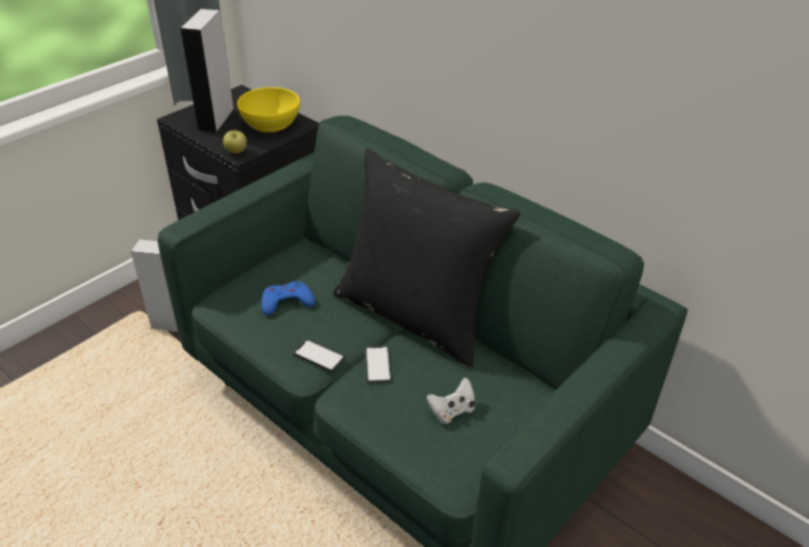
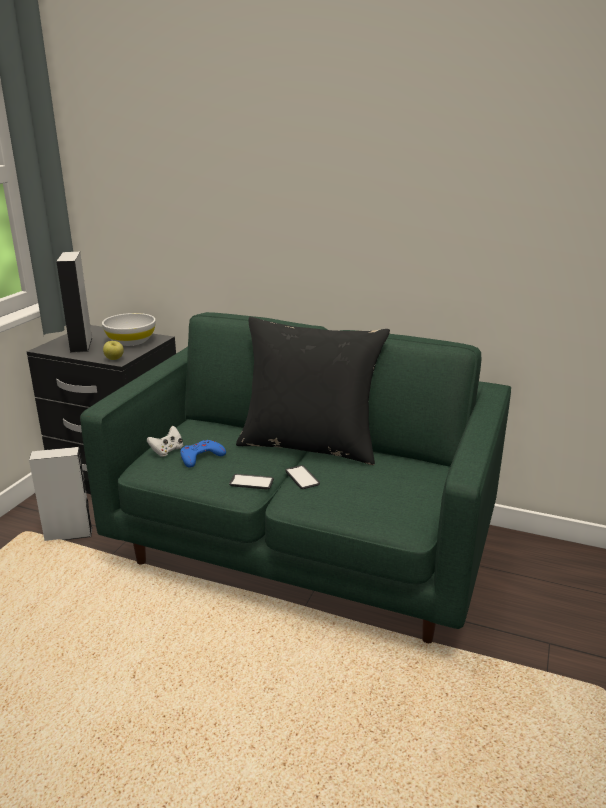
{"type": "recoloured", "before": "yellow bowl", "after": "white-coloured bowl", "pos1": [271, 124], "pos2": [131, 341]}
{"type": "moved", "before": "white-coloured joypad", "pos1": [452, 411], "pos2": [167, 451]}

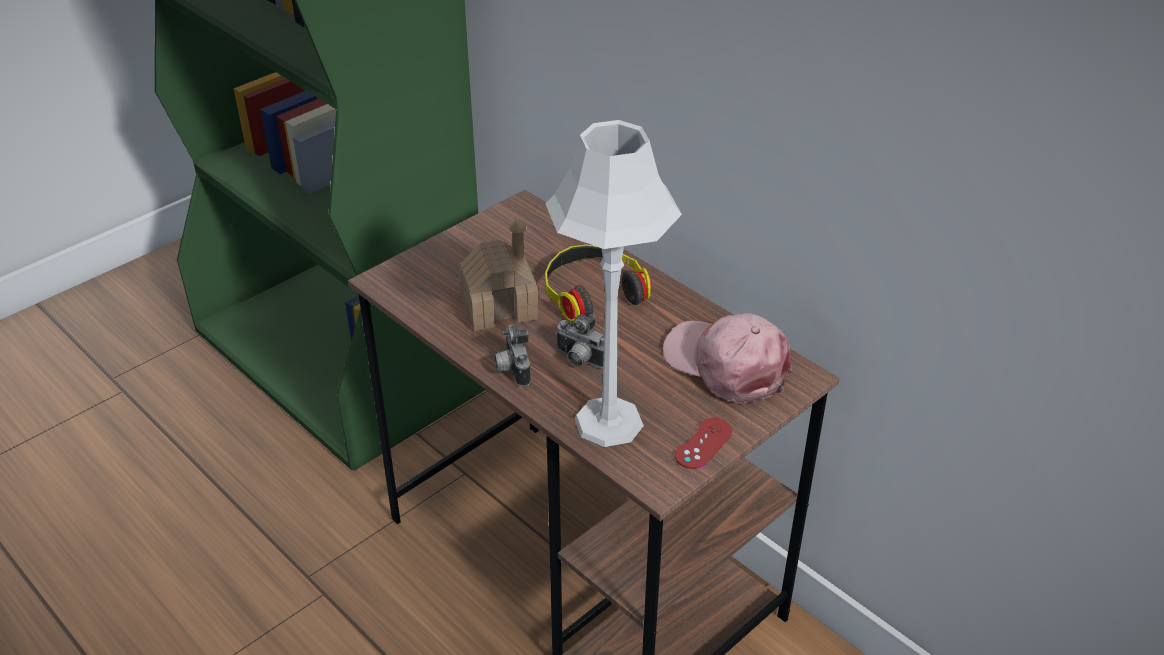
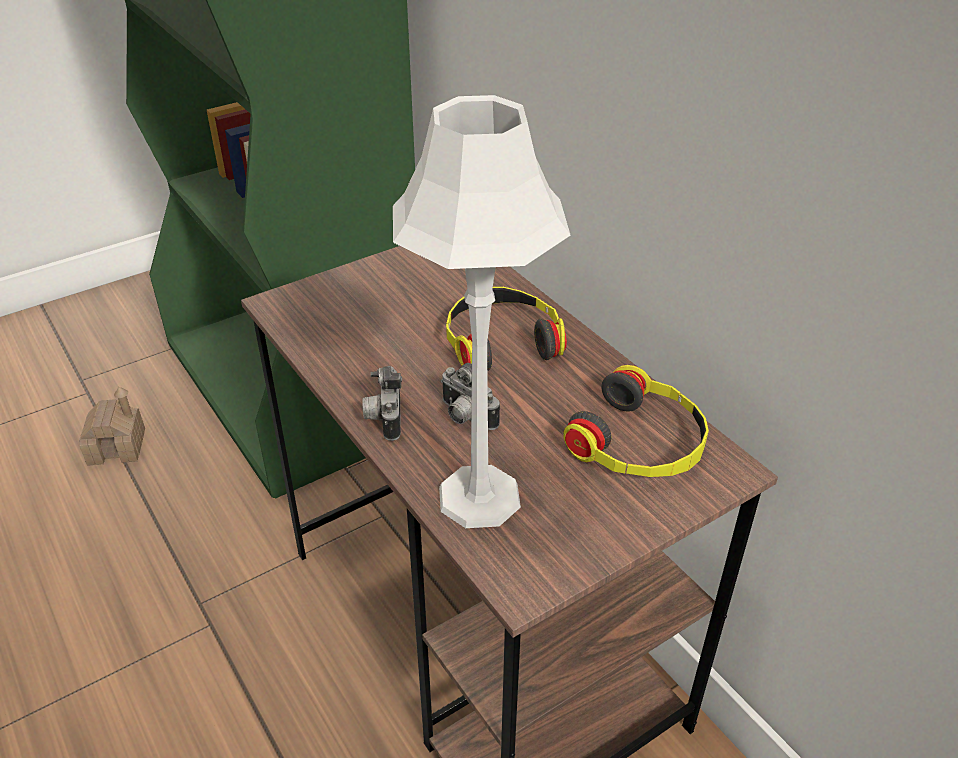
{"type": "moved", "before": "model house", "pos1": [499, 306], "pos2": [117, 446]}
{"type": "replaced", "before": "pink-coloured peaked cap", "after": "headset", "pos1": [727, 364], "pos2": [639, 443]}
{"type": "removed", "before": "reddish joypad", "pos1": [703, 443]}

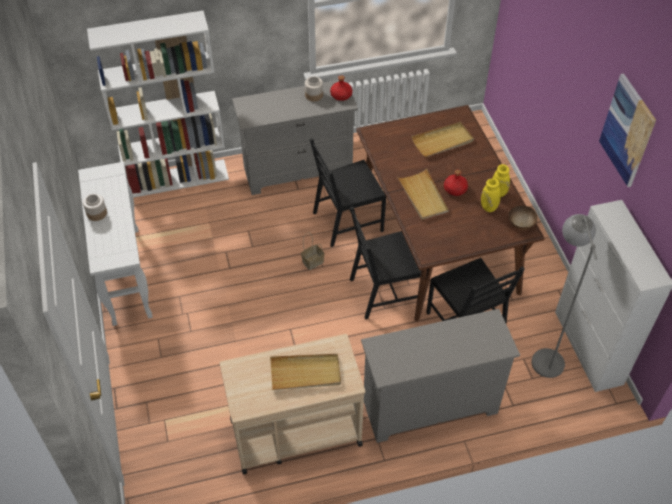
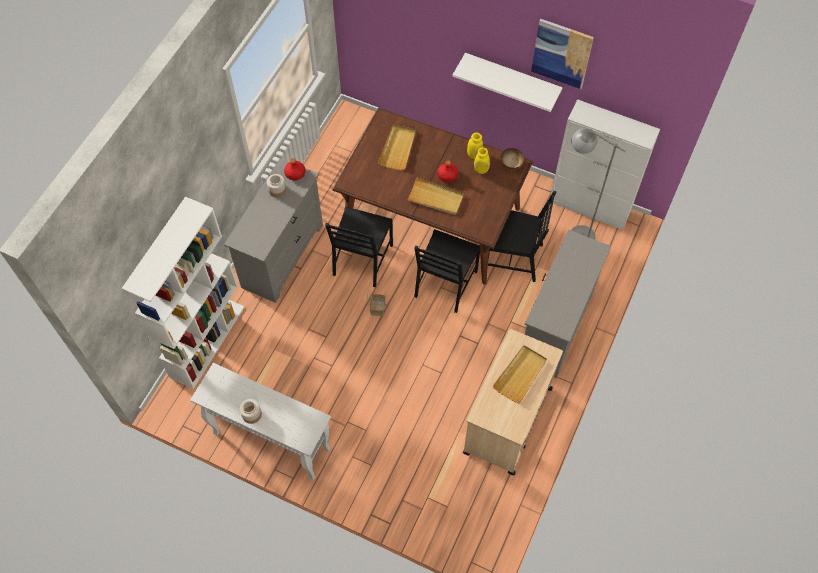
{"type": "added", "after": "white-coloured bracket shelf", "pos2": [512, 78]}

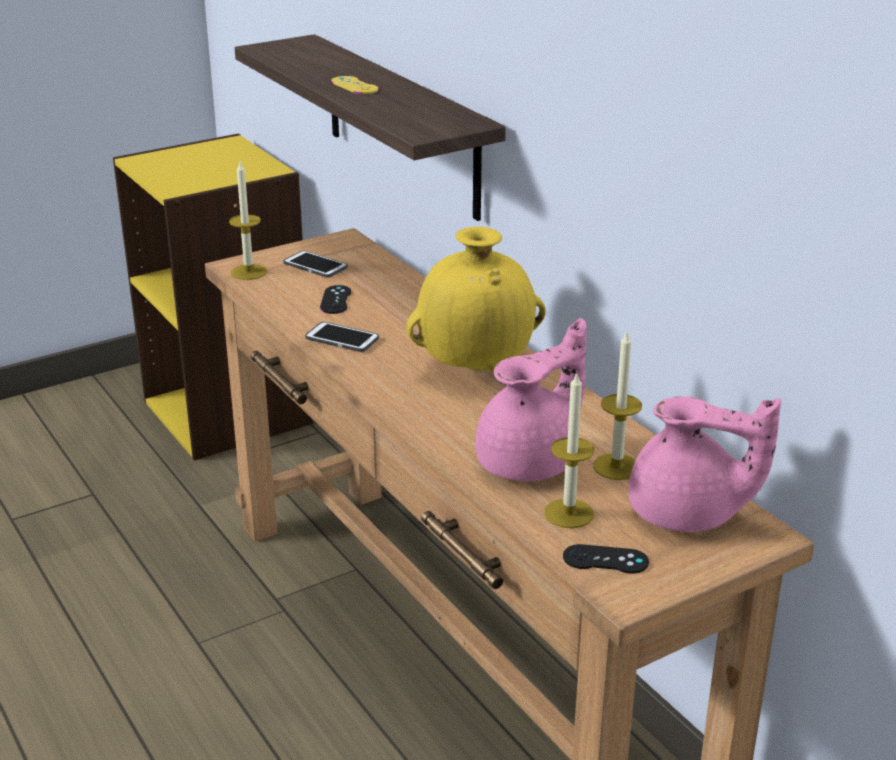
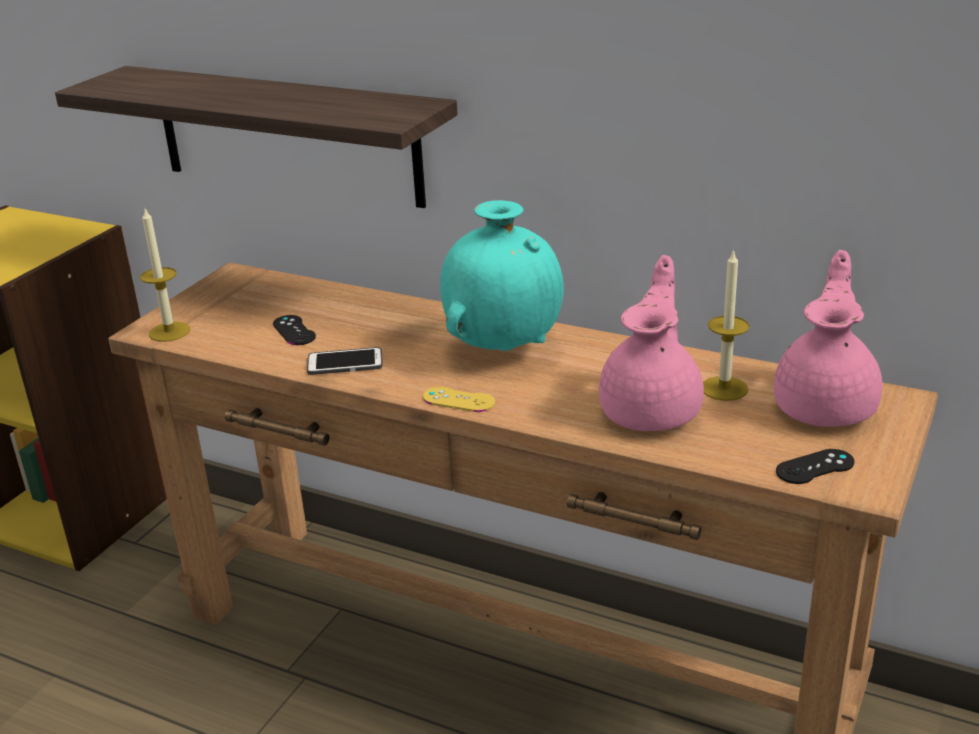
{"type": "removed", "before": "handset", "pos1": [315, 265]}
{"type": "moved", "before": "yellow joypad", "pos1": [354, 86], "pos2": [459, 400]}
{"type": "recoloured", "before": "yellow flower vase", "after": "turquoise flower vase", "pos1": [477, 368], "pos2": [504, 348]}
{"type": "removed", "before": "wax candle", "pos1": [569, 513]}
{"type": "turned", "before": "pink-coloured teapot", "pos1": [687, 515], "pos2": [826, 406], "turn": -60}

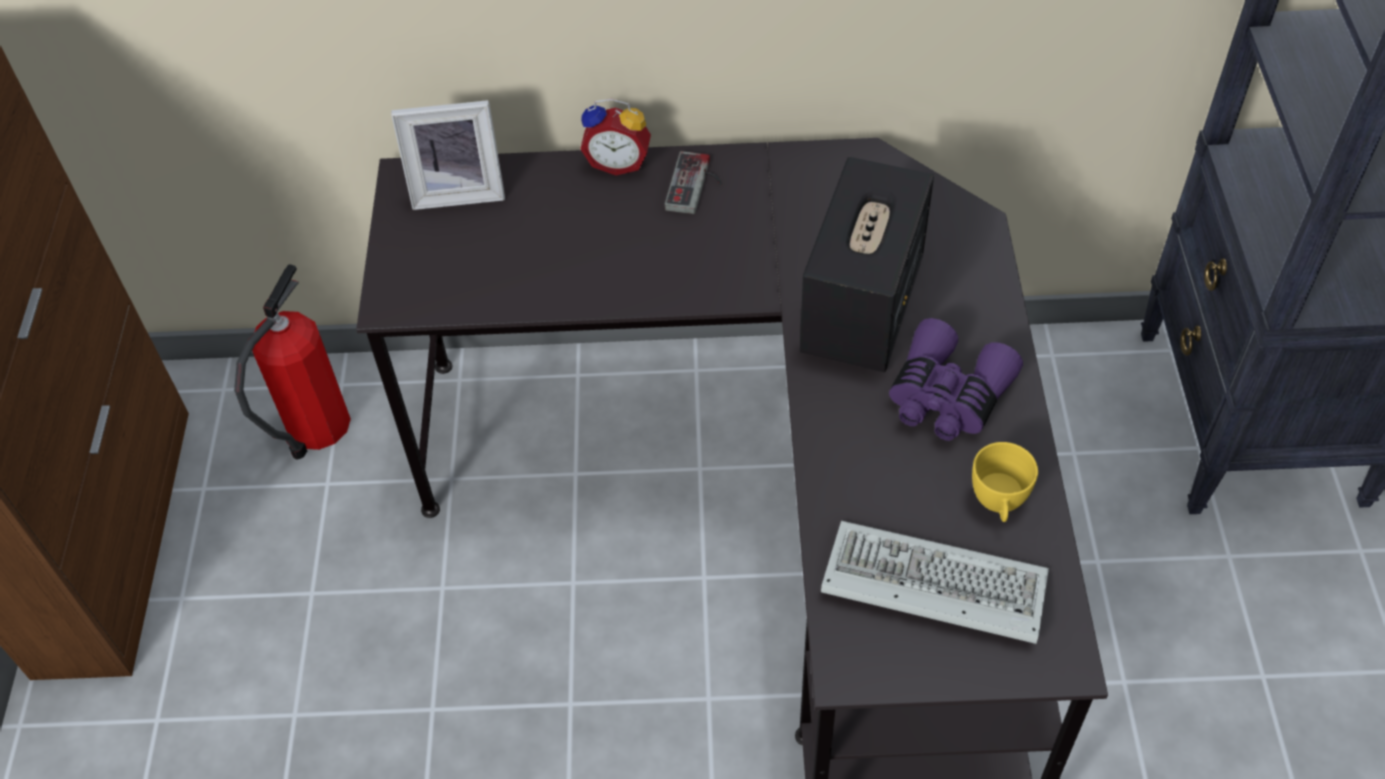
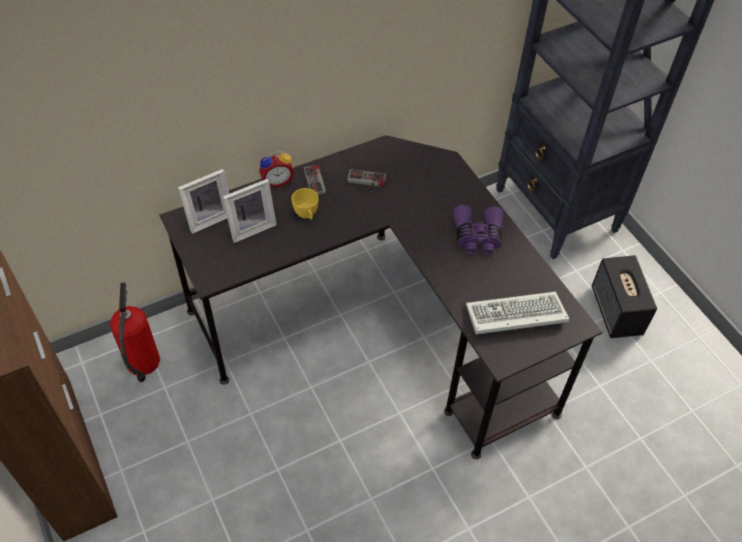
{"type": "moved", "before": "speaker", "pos1": [862, 307], "pos2": [616, 311]}
{"type": "moved", "before": "yellow cup", "pos1": [998, 504], "pos2": [307, 215]}
{"type": "added", "after": "standing frame", "pos2": [251, 227]}
{"type": "added", "after": "joypad", "pos2": [366, 182]}

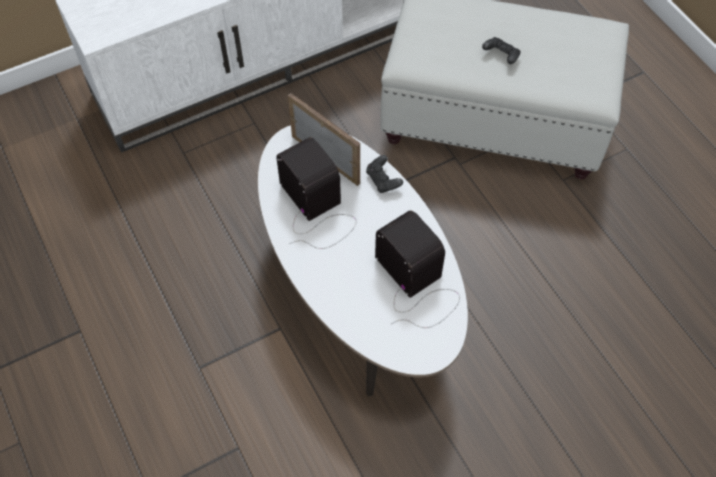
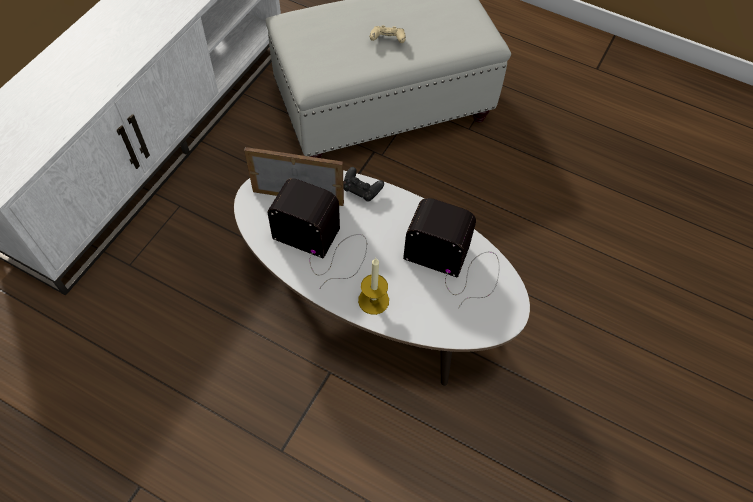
{"type": "recoloured", "before": "blackish joypad", "after": "beige-coloured joypad", "pos1": [501, 56], "pos2": [387, 41]}
{"type": "added", "after": "wax candle", "pos2": [373, 300]}

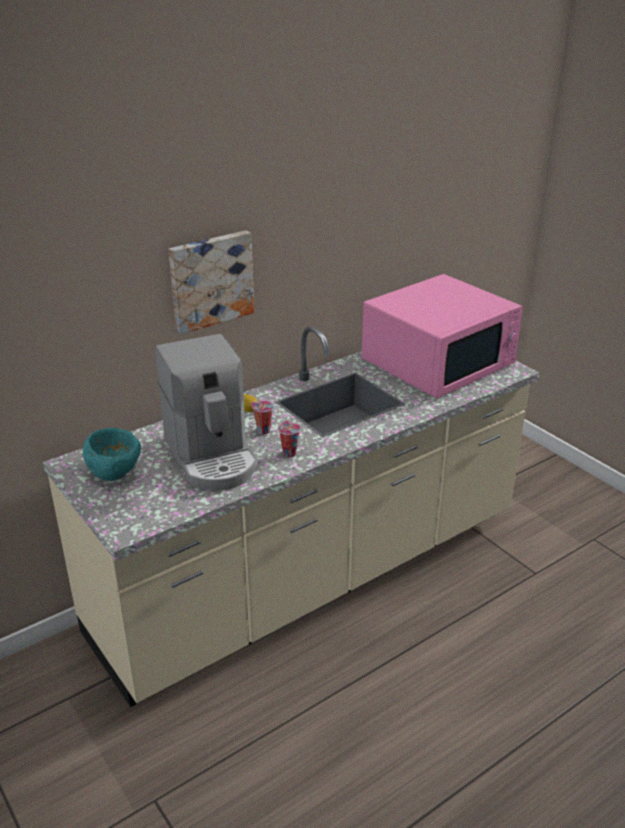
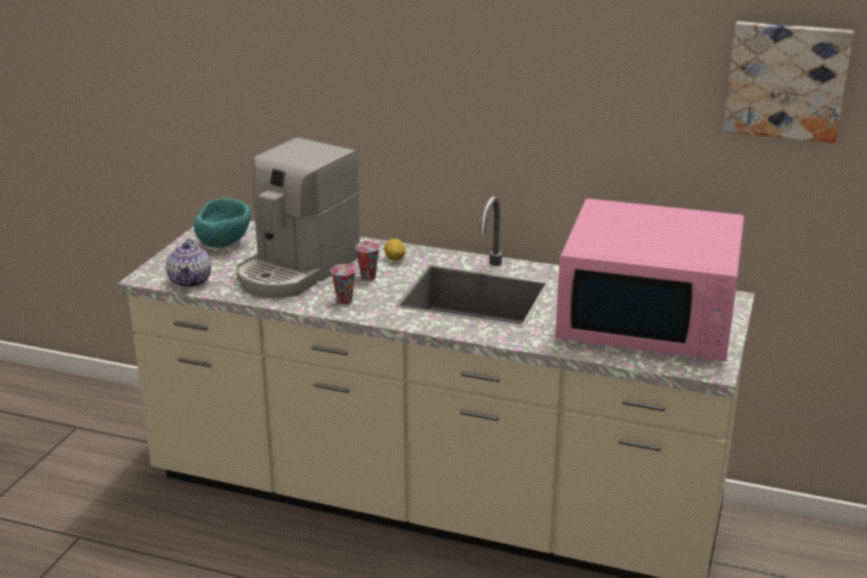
{"type": "moved", "before": "picture", "pos1": [210, 280], "pos2": [786, 80]}
{"type": "added", "after": "teapot", "pos2": [190, 281]}

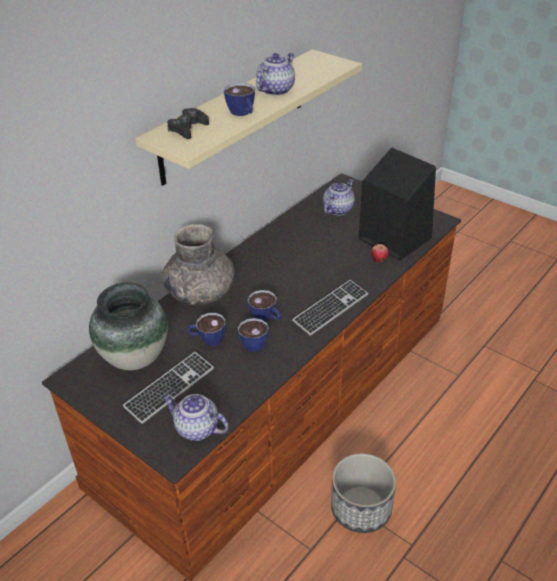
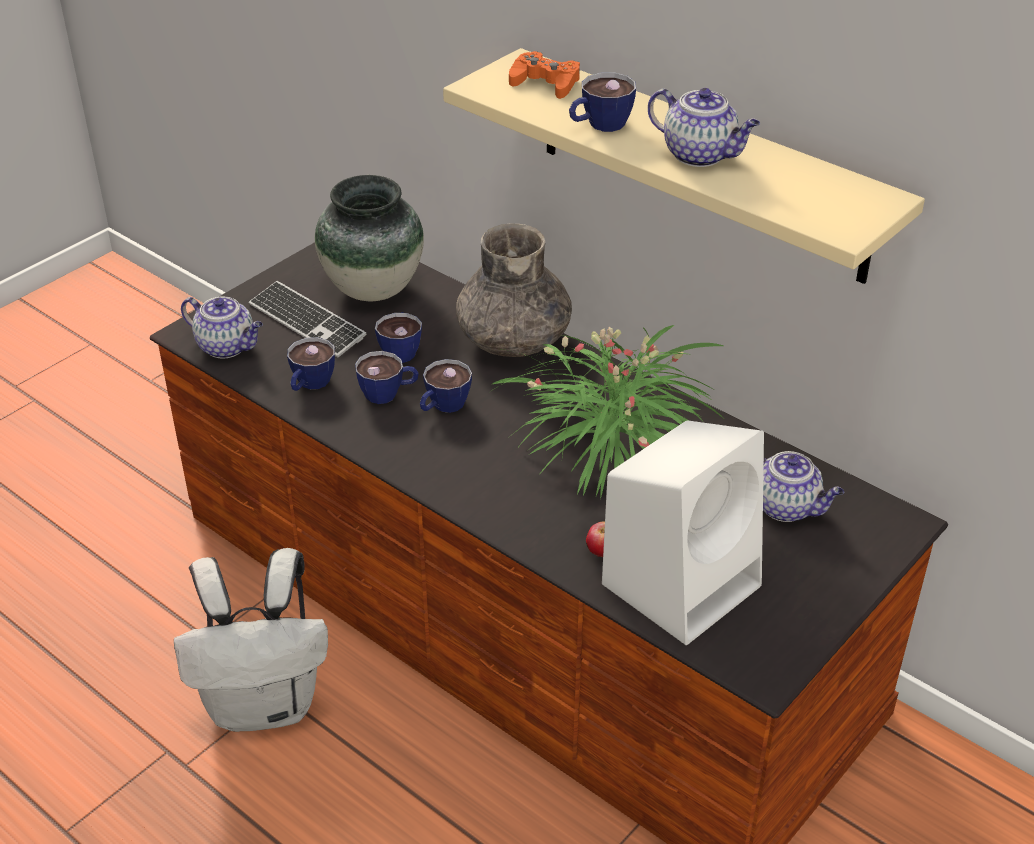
{"type": "turned", "before": "teapot", "pos1": [196, 429], "pos2": [228, 347], "turn": 90}
{"type": "recoloured", "before": "blackish joypad", "after": "orange joypad", "pos1": [188, 128], "pos2": [545, 83]}
{"type": "removed", "before": "computer keyboard", "pos1": [330, 309]}
{"type": "replaced", "before": "planter", "after": "white-coloured knapsack", "pos1": [360, 508], "pos2": [265, 704]}
{"type": "recoloured", "before": "blackish speaker", "after": "white-coloured speaker", "pos1": [393, 238], "pos2": [683, 582]}
{"type": "added", "after": "cup", "pos2": [310, 385]}
{"type": "added", "after": "plant in a pot", "pos2": [611, 449]}

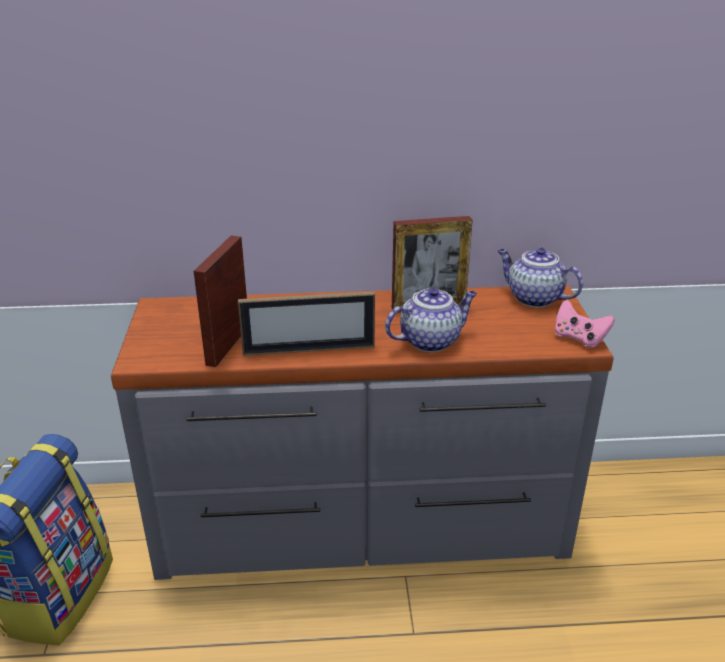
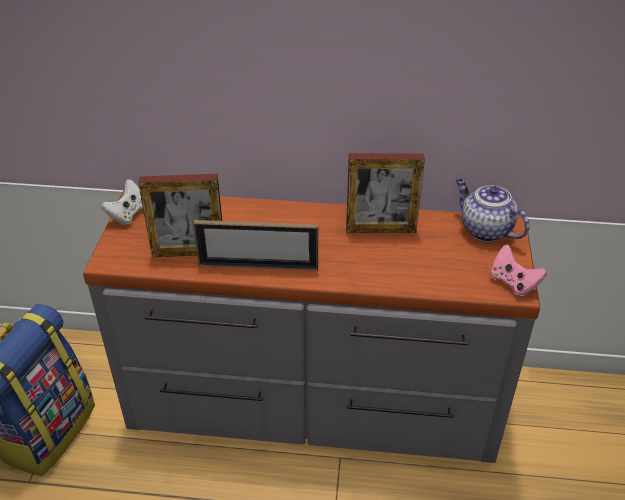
{"type": "turned", "before": "standing frame", "pos1": [228, 345], "pos2": [188, 252], "turn": -120}
{"type": "removed", "before": "teapot", "pos1": [431, 340]}
{"type": "added", "after": "white-coloured joypad", "pos2": [128, 214]}

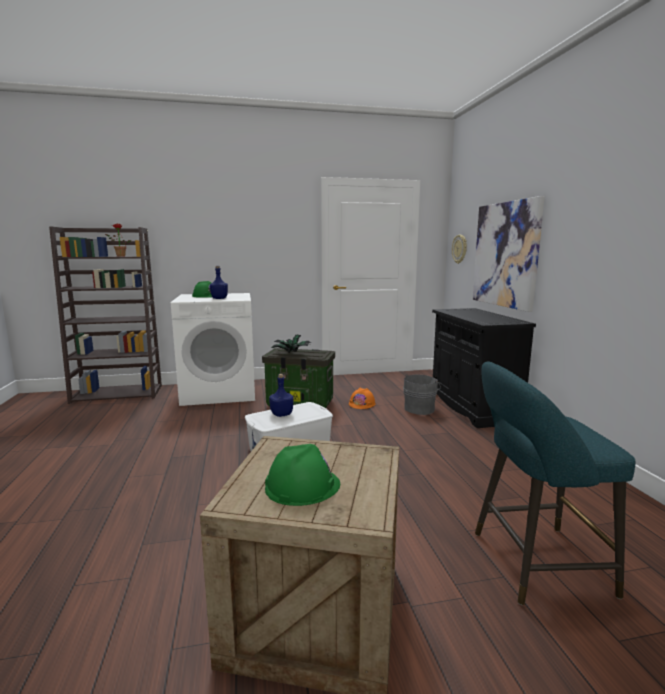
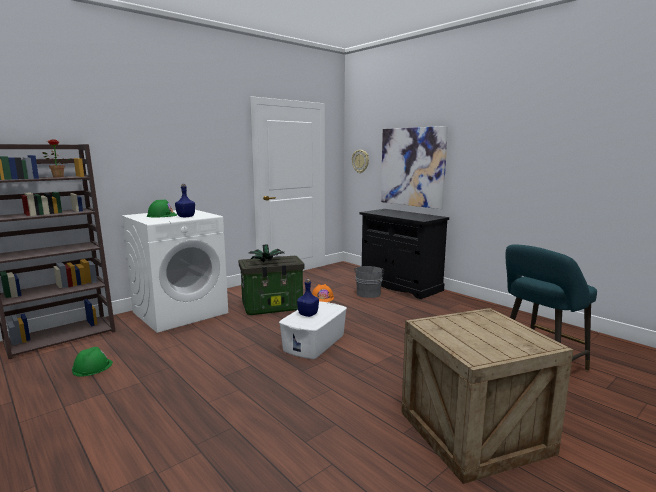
{"type": "moved", "before": "green-coloured safety helmet", "pos1": [302, 485], "pos2": [92, 367]}

